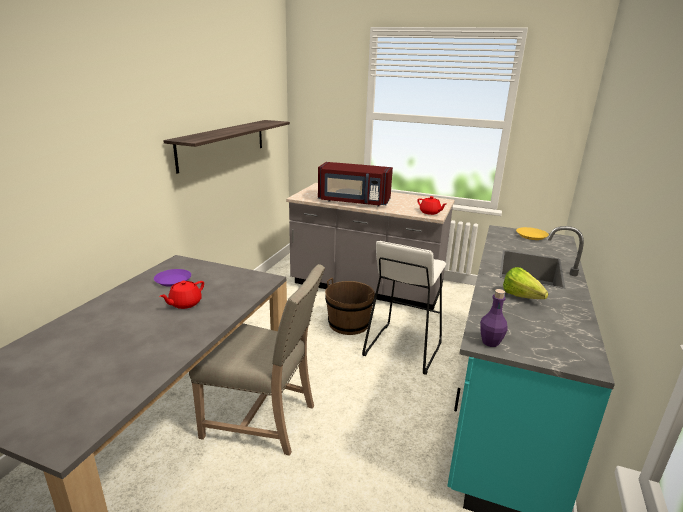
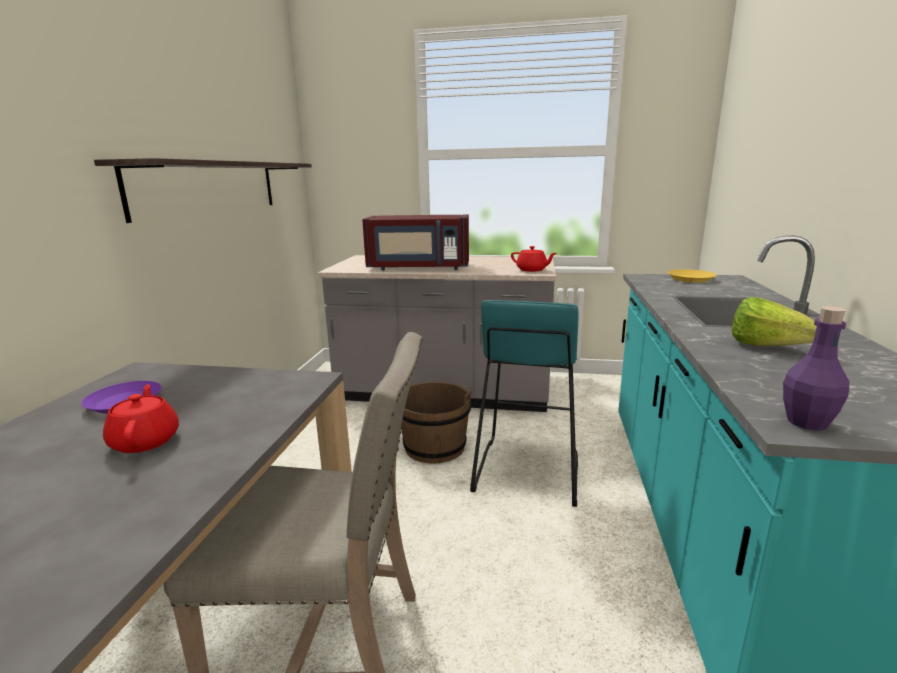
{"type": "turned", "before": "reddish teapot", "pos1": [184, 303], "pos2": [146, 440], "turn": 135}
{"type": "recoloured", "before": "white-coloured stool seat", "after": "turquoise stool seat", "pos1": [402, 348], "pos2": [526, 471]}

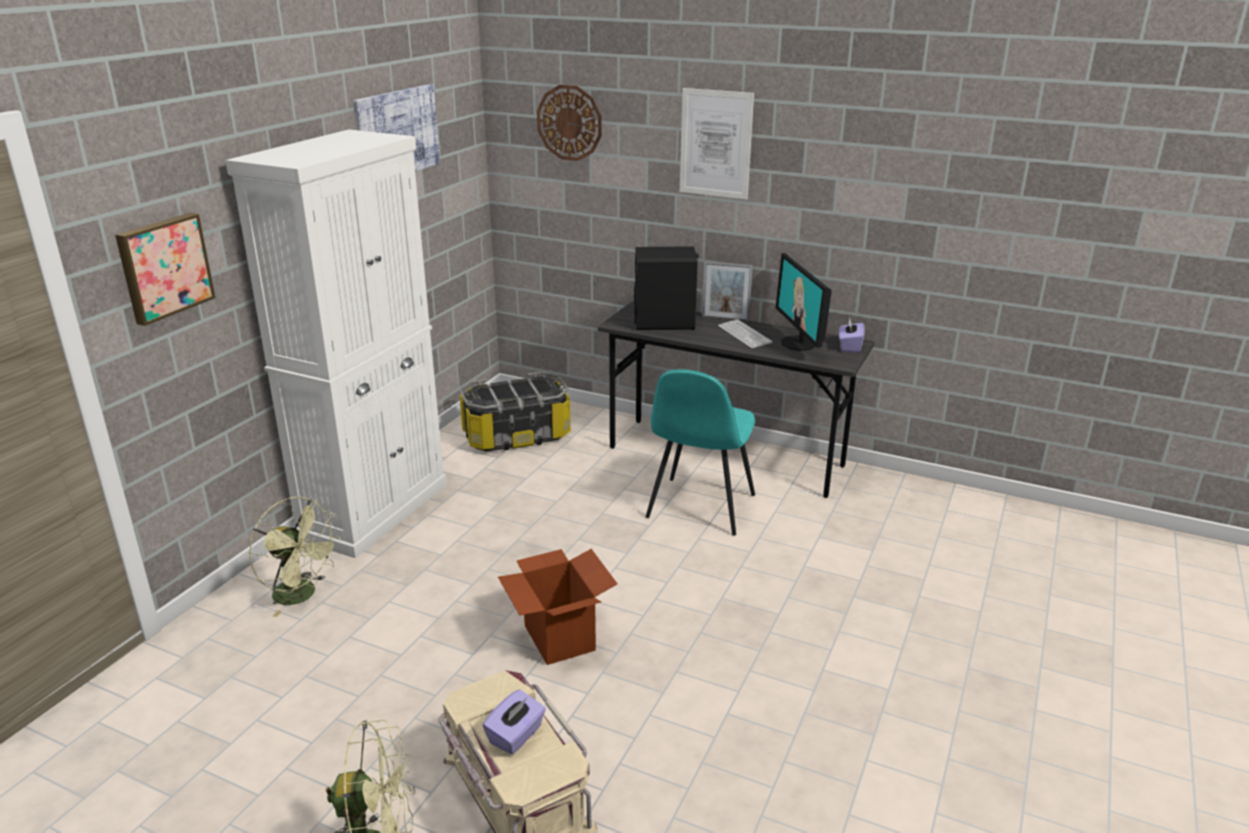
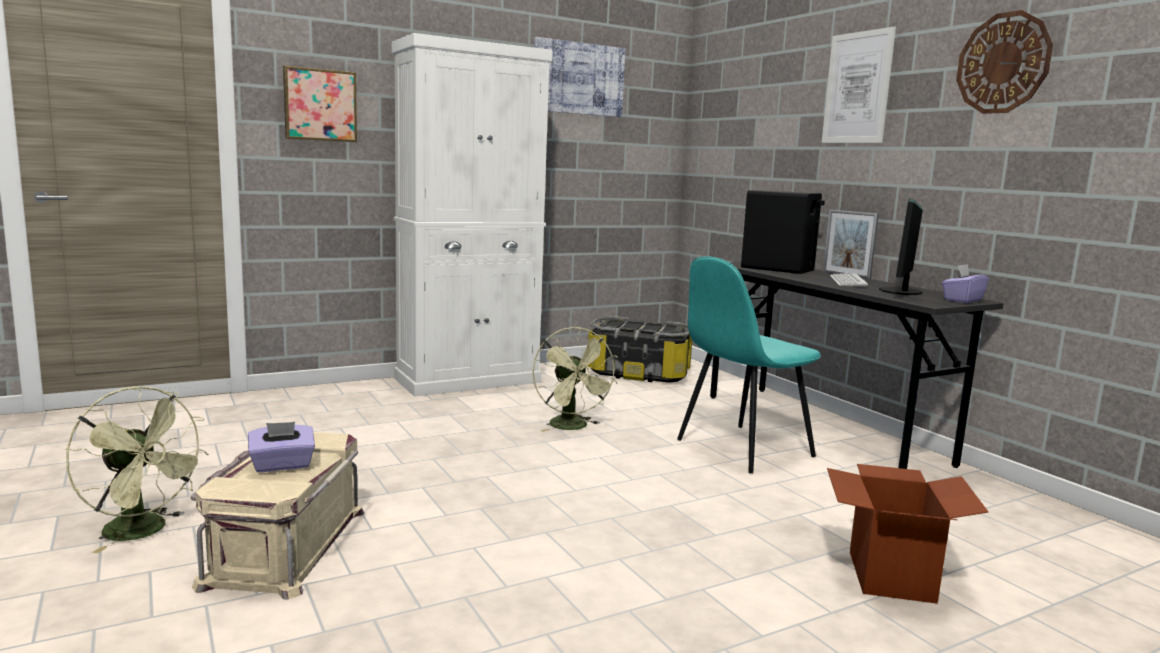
{"type": "moved", "before": "green-coloured fan", "pos1": [302, 595], "pos2": [573, 427]}
{"type": "moved", "before": "carton", "pos1": [559, 638], "pos2": [890, 576]}
{"type": "moved", "before": "wall clock", "pos1": [569, 123], "pos2": [1003, 63]}

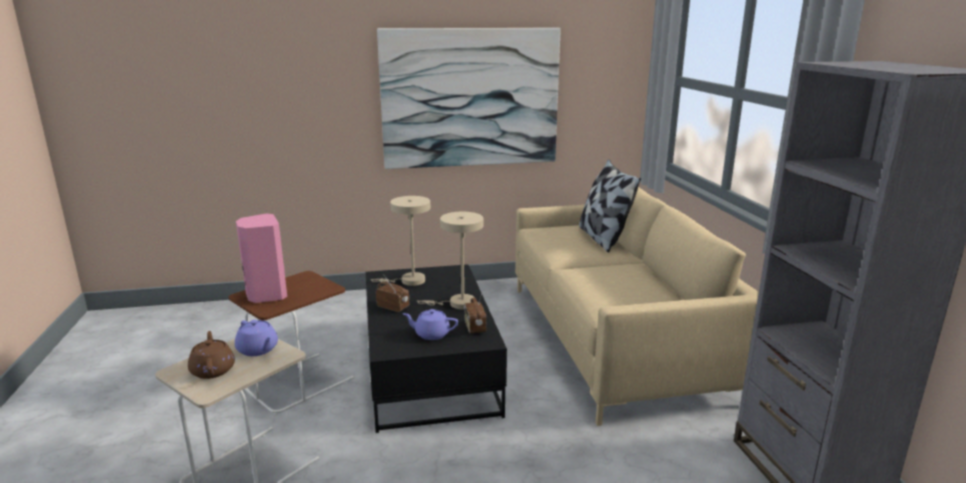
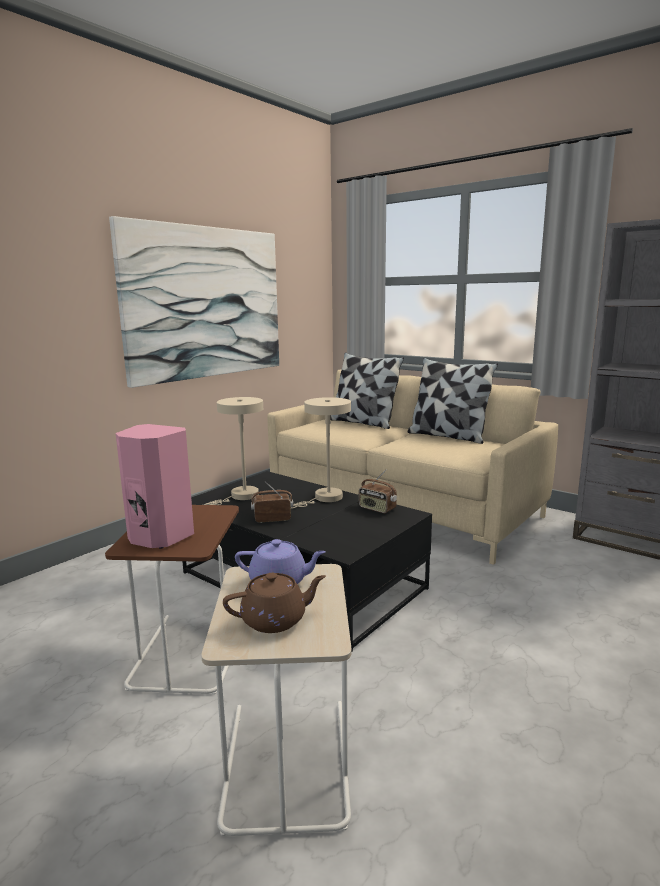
{"type": "turned", "before": "brownish teapot", "pos1": [213, 370], "pos2": [275, 620], "turn": 135}
{"type": "removed", "before": "purple-coloured teapot", "pos1": [431, 334]}
{"type": "added", "after": "cushion", "pos2": [448, 436]}

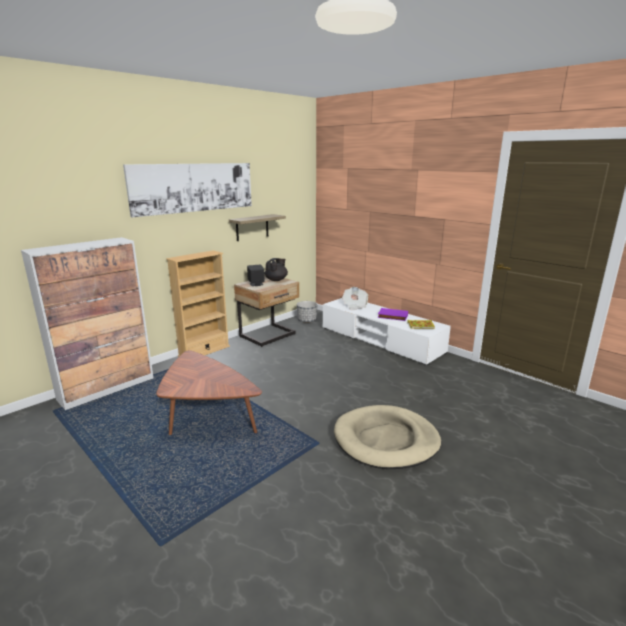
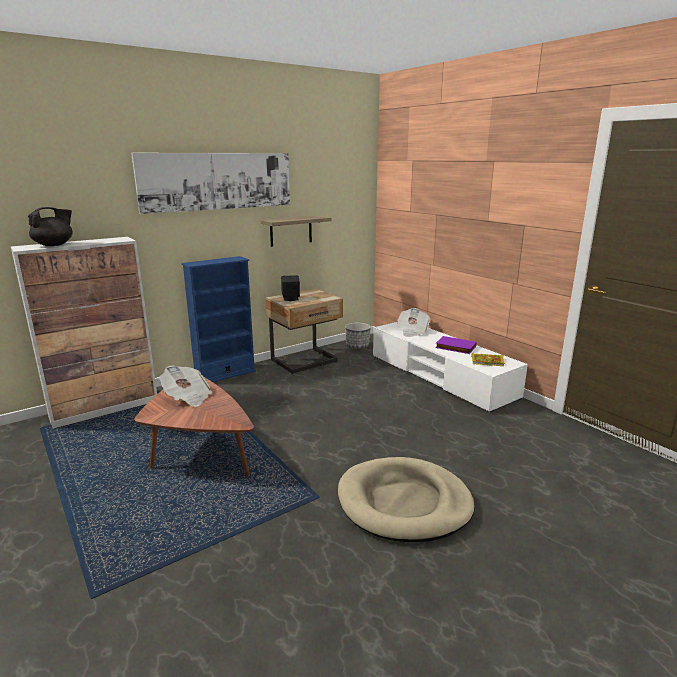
{"type": "recoloured", "before": "beige-coloured bookcase", "after": "bluish bookcase", "pos1": [204, 351], "pos2": [225, 374]}
{"type": "moved", "before": "blackish teapot", "pos1": [276, 280], "pos2": [54, 245]}
{"type": "added", "after": "daily paper", "pos2": [187, 397]}

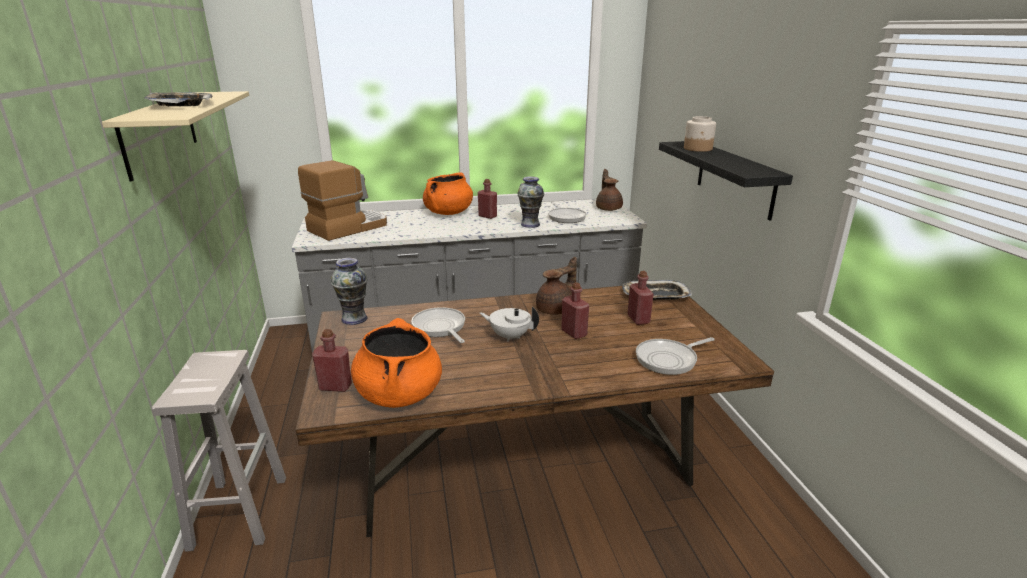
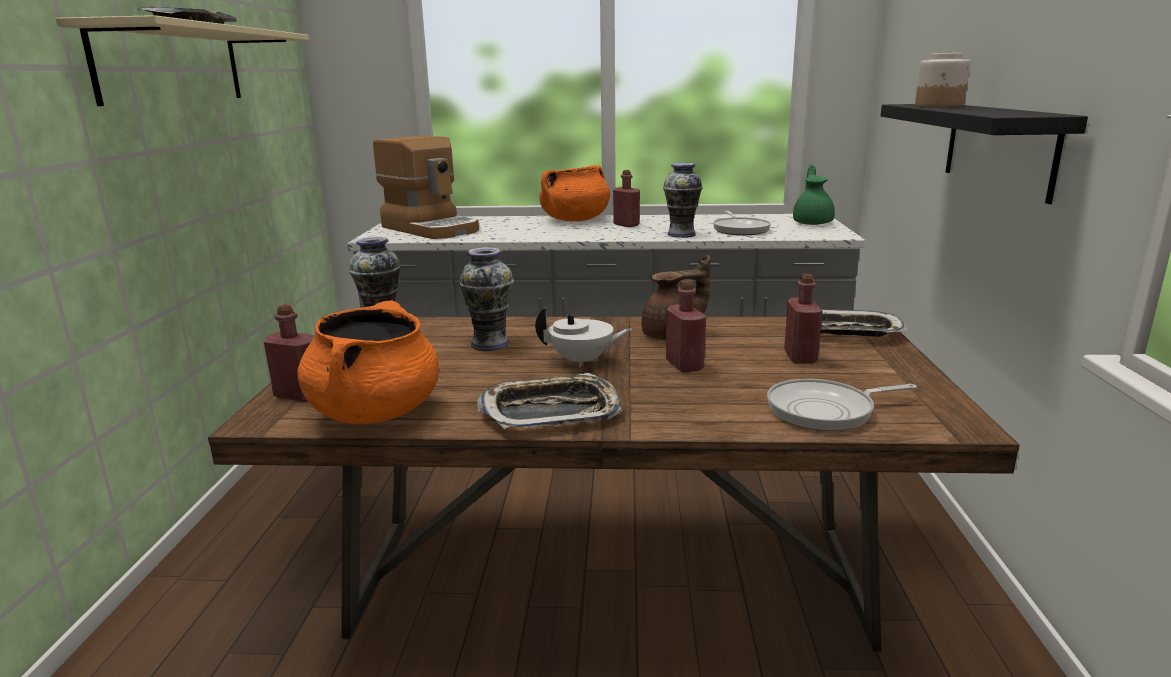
{"type": "removed", "before": "white-coloured stool seat", "pos1": [239, 510]}
{"type": "turned", "before": "coffee brewer", "pos1": [348, 227], "pos2": [432, 228], "turn": 75}
{"type": "replaced", "before": "frying pan", "after": "flower vase", "pos1": [440, 327], "pos2": [489, 344]}
{"type": "turned", "before": "white-coloured teapot", "pos1": [509, 336], "pos2": [582, 361], "turn": 150}
{"type": "recoloured", "before": "brownish teapot", "after": "green-coloured teapot", "pos1": [608, 208], "pos2": [812, 223]}
{"type": "added", "after": "serving tray", "pos2": [551, 411]}

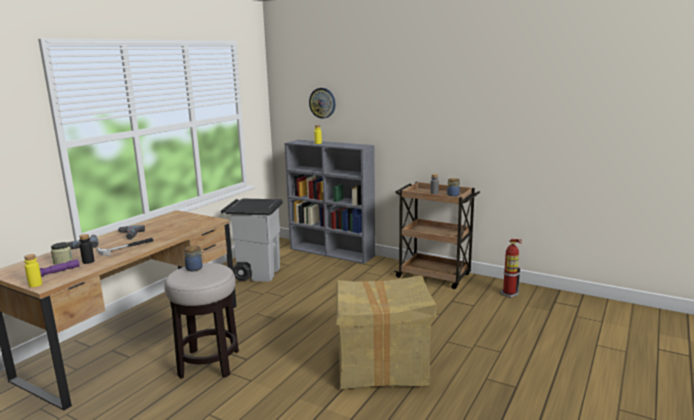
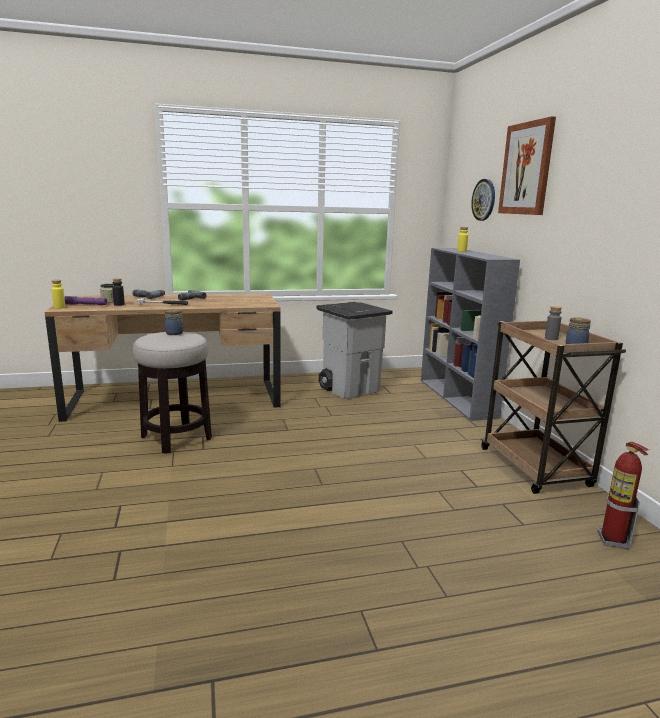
{"type": "removed", "before": "carton", "pos1": [382, 366]}
{"type": "added", "after": "picture", "pos2": [526, 169]}

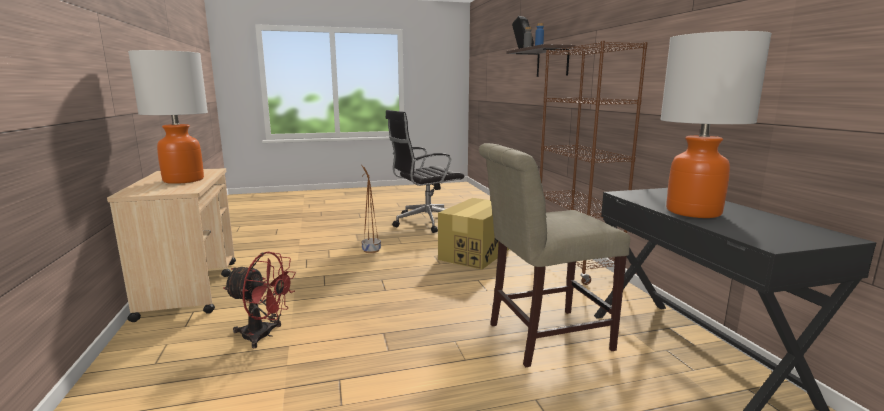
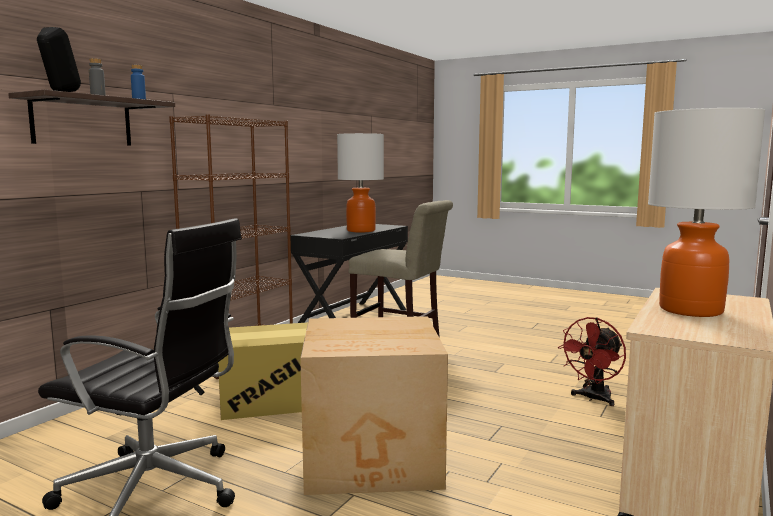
{"type": "turned", "before": "reddish fan", "pos1": [264, 335], "pos2": [593, 399], "turn": -105}
{"type": "replaced", "before": "brownish planter", "after": "carton", "pos1": [370, 250], "pos2": [374, 458]}

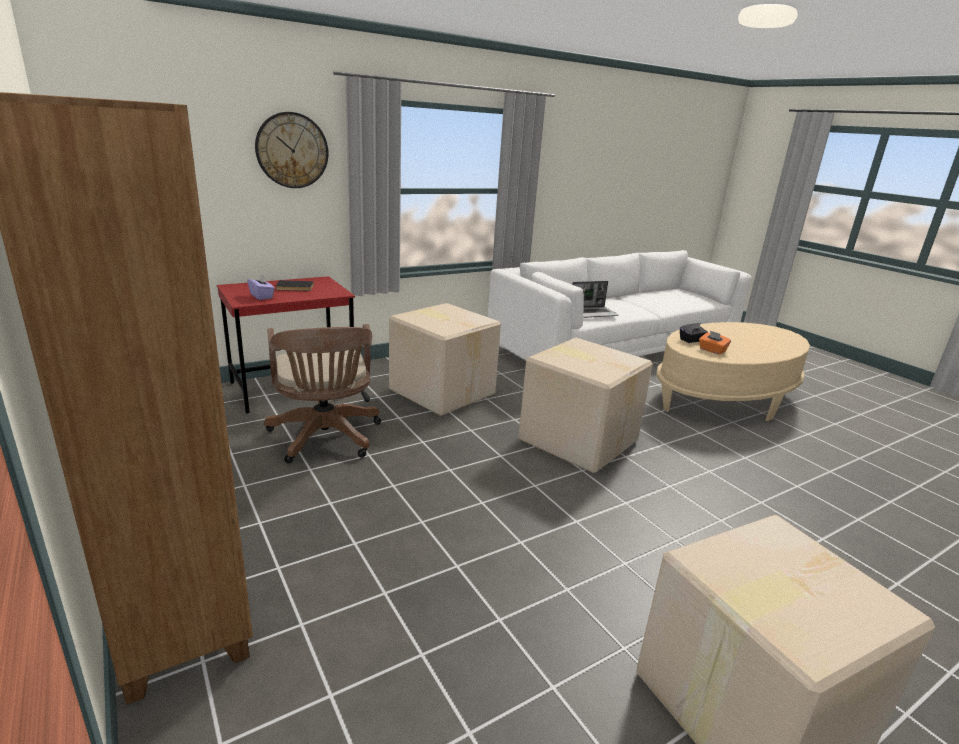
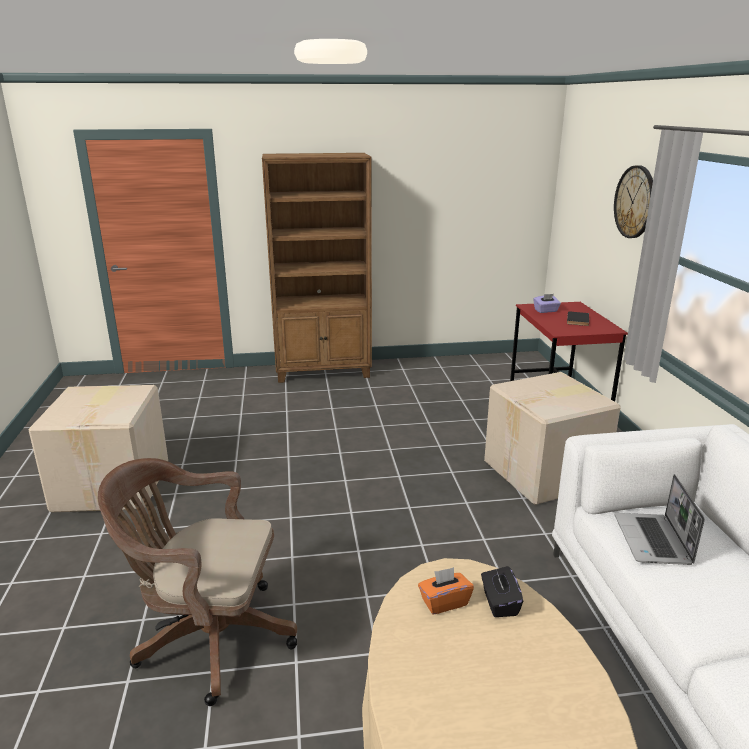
{"type": "moved", "before": "brownish office chair", "pos1": [326, 439], "pos2": [208, 637]}
{"type": "removed", "before": "carton", "pos1": [577, 439]}

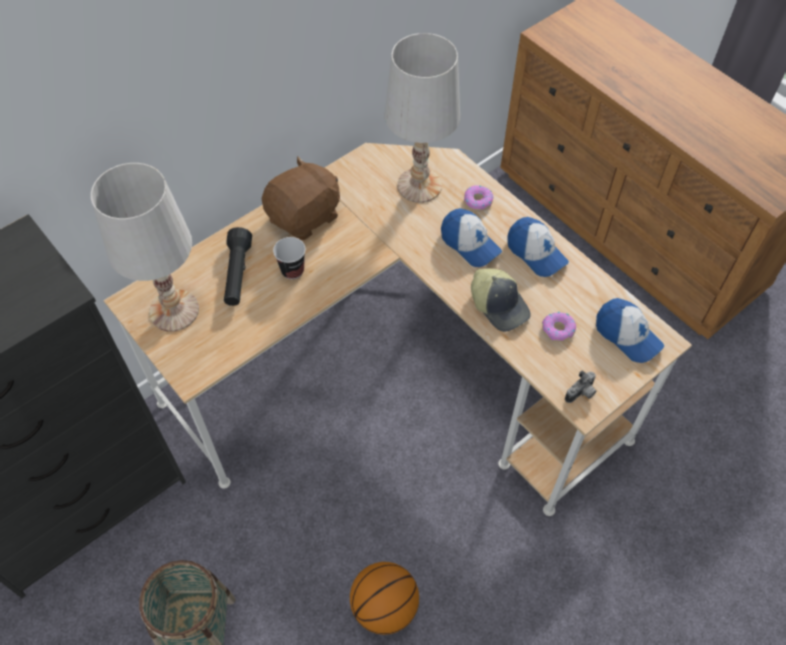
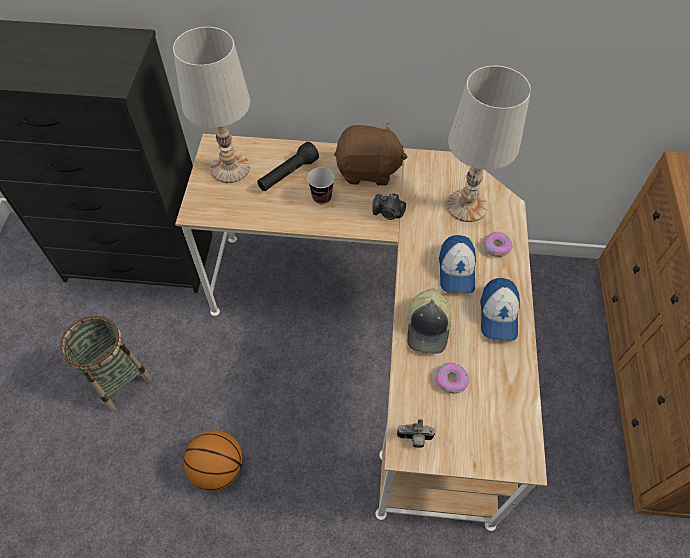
{"type": "removed", "before": "peaked cap", "pos1": [627, 335]}
{"type": "added", "after": "still camera", "pos2": [388, 213]}

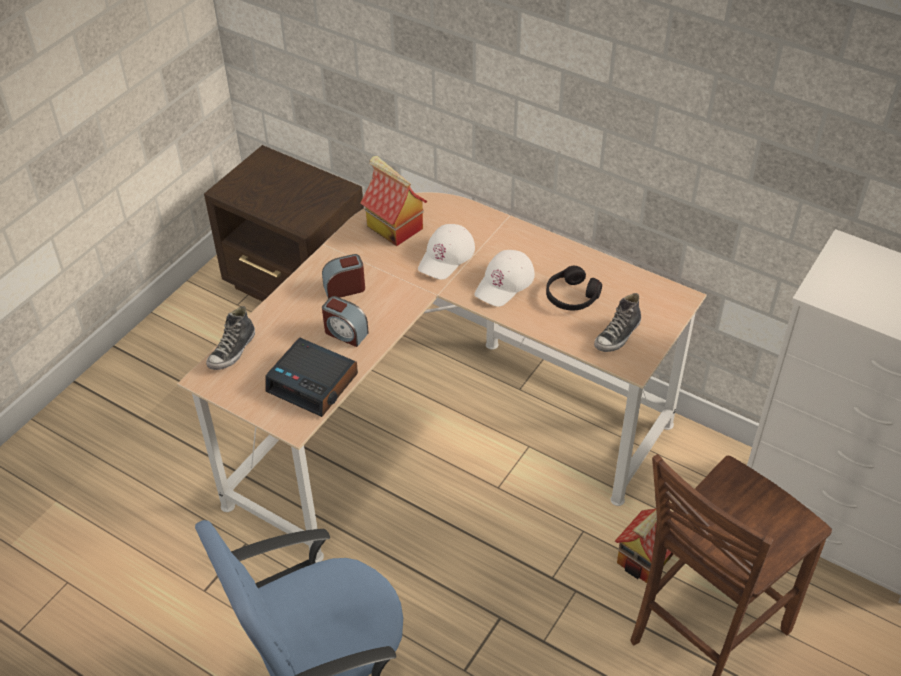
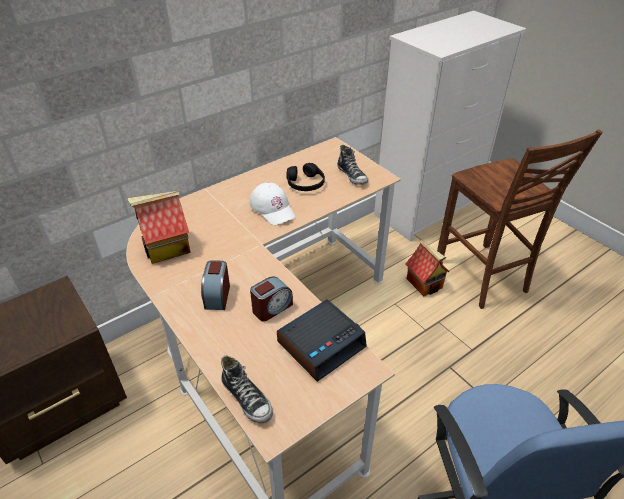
{"type": "removed", "before": "white-coloured peaked cap", "pos1": [446, 256]}

